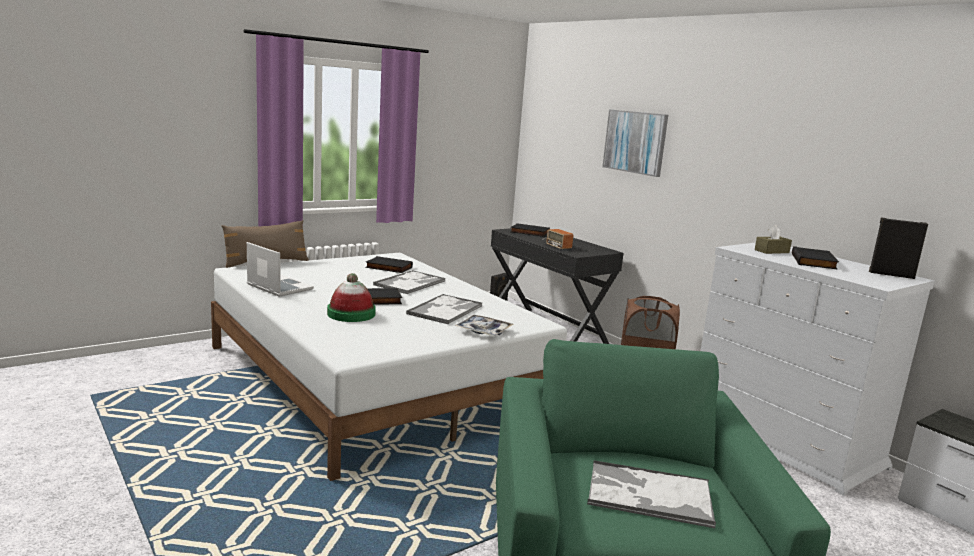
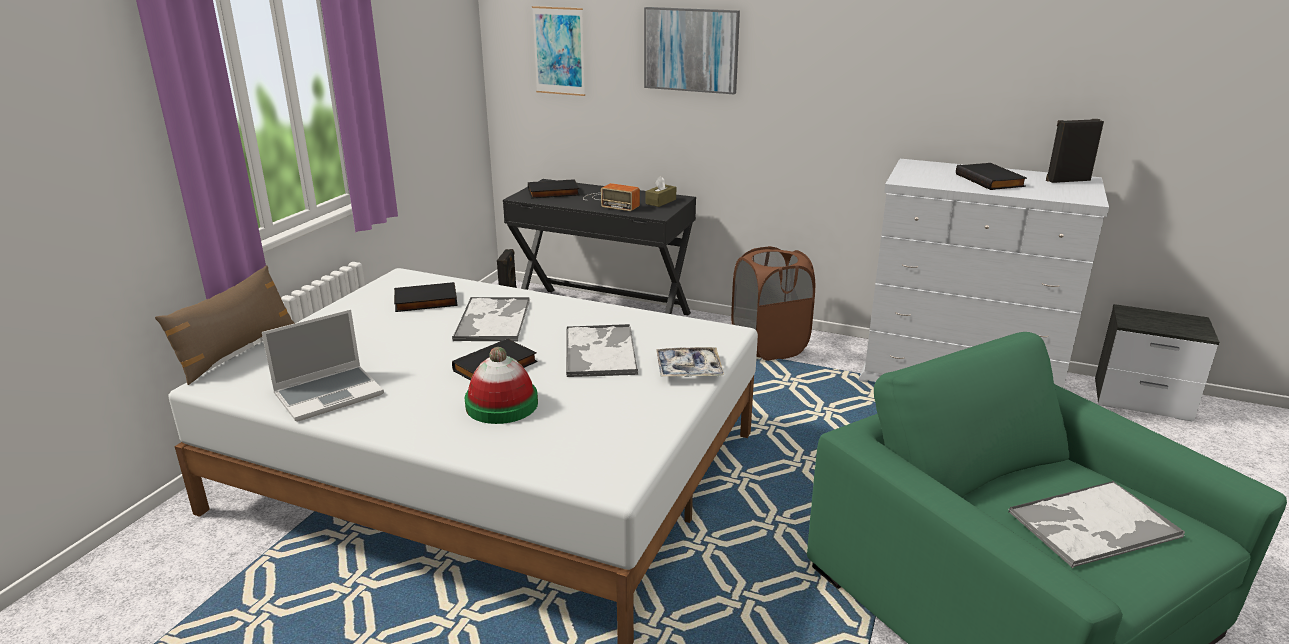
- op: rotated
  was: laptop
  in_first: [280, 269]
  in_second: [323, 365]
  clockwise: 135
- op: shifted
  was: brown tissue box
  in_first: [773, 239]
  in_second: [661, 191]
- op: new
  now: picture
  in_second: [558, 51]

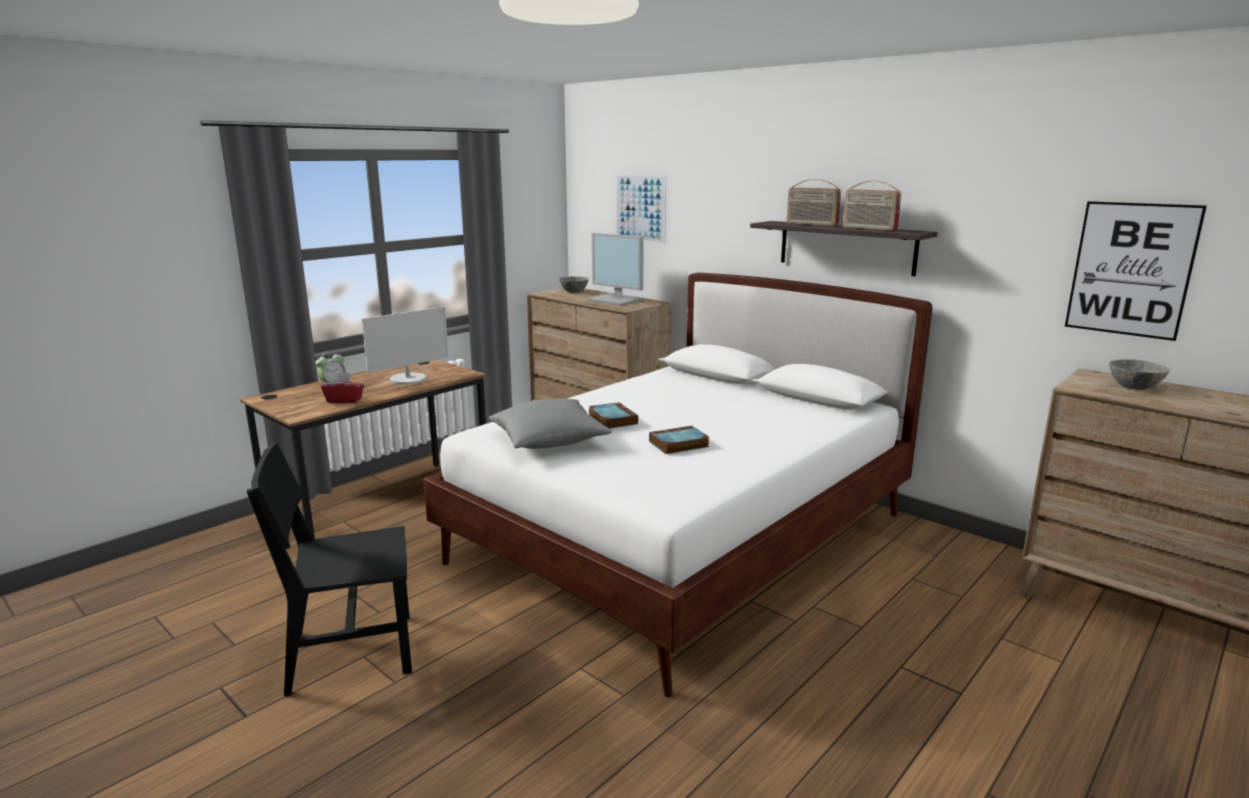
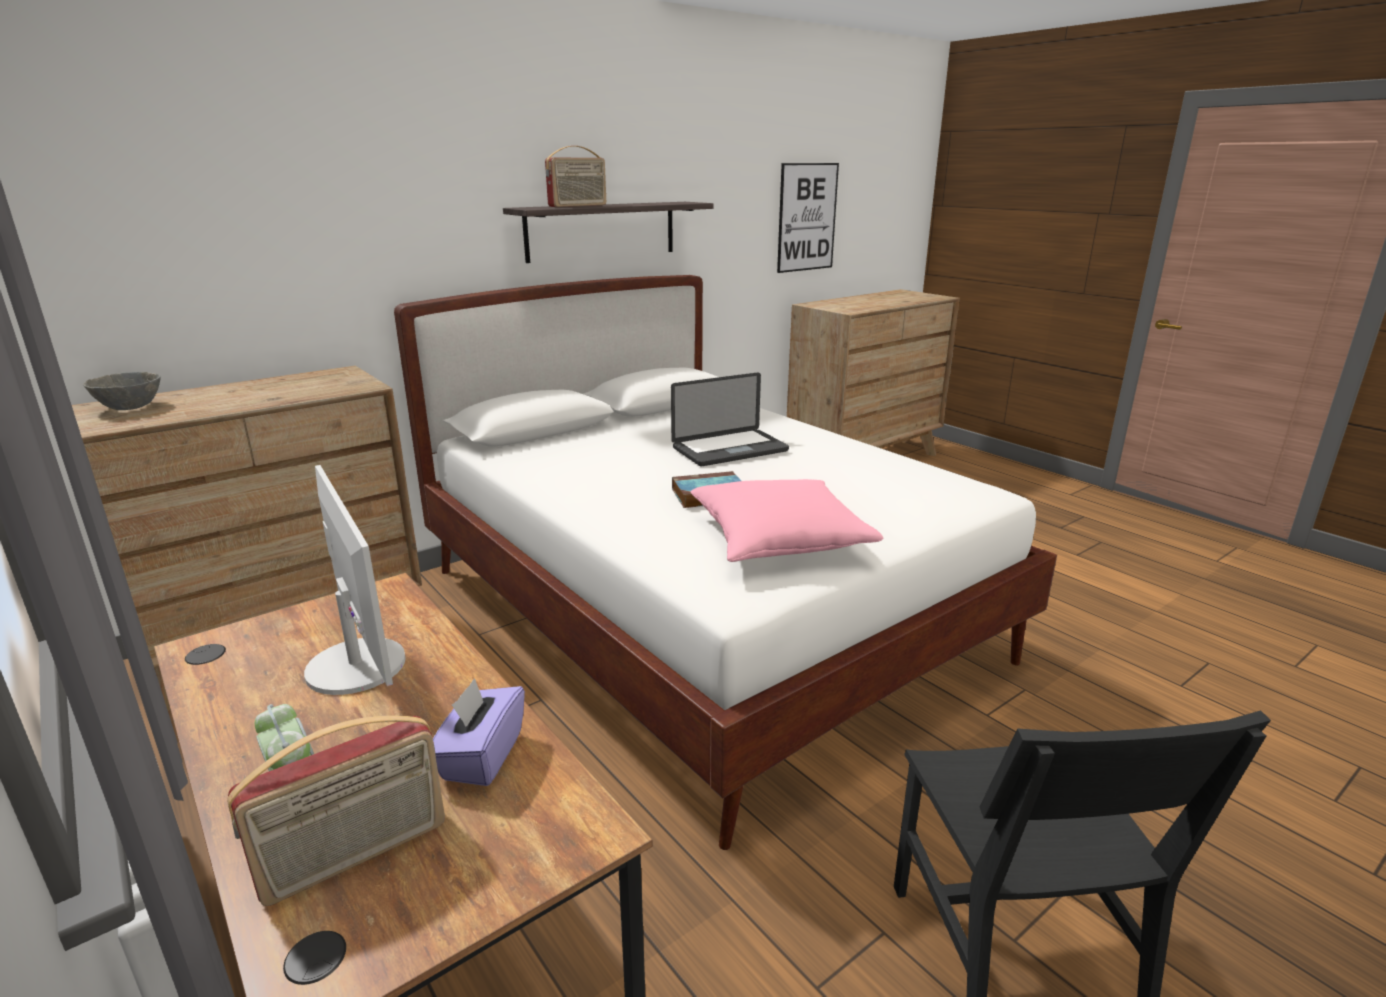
- op: repainted
  was: red tissue box
  now: purple tissue box
  in_first: [342, 388]
  in_second: [479, 732]
- op: repainted
  was: grey pillow
  now: pink pillow
  in_first: [550, 424]
  in_second: [786, 520]
- op: gone
  was: monitor
  in_first: [616, 269]
- op: gone
  was: picture
  in_first: [641, 209]
- op: gone
  was: book
  in_first: [679, 440]
- op: shifted
  was: radio
  in_first: [872, 206]
  in_second: [336, 811]
- op: gone
  was: grey bowl
  in_first: [1139, 374]
- op: new
  now: laptop
  in_second: [730, 419]

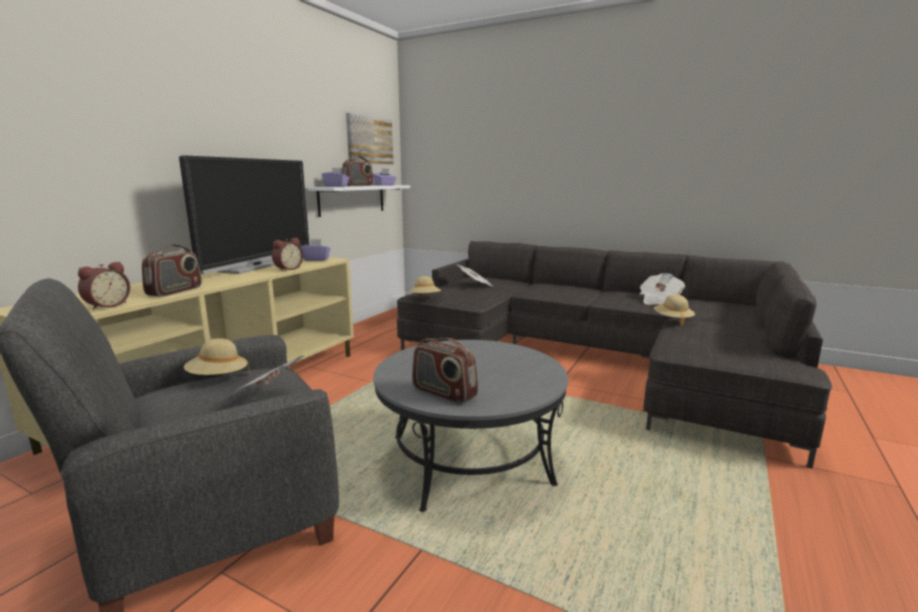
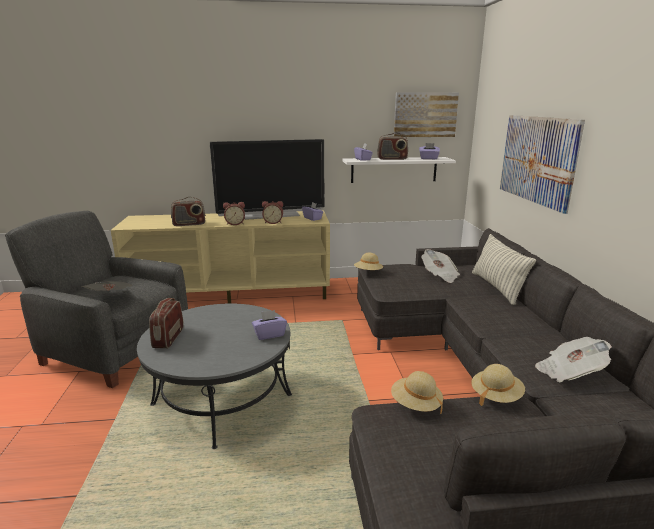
- op: shifted
  was: alarm clock
  in_first: [104, 286]
  in_second: [234, 213]
- op: shifted
  was: beige hat
  in_first: [217, 356]
  in_second: [417, 392]
- op: new
  now: purple tissue box
  in_second: [269, 325]
- op: new
  now: pillow
  in_second: [504, 269]
- op: new
  now: picture
  in_second: [542, 164]

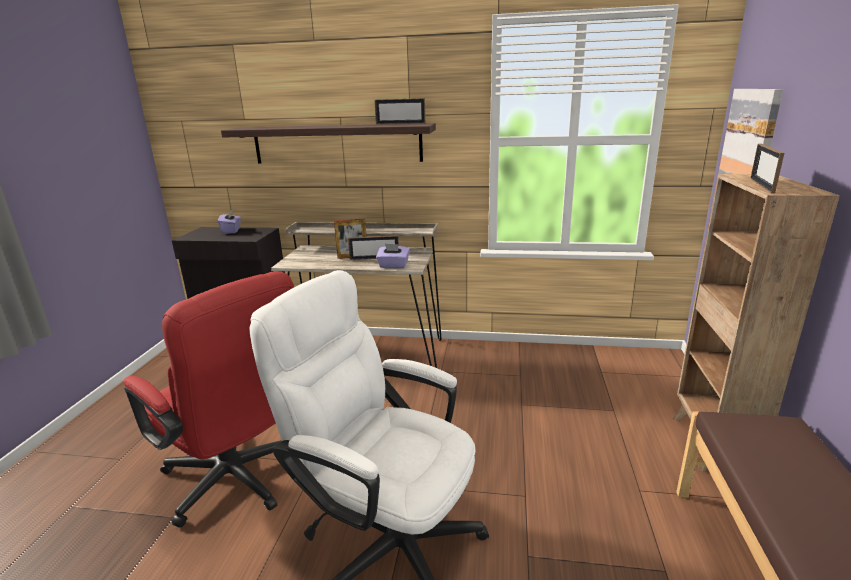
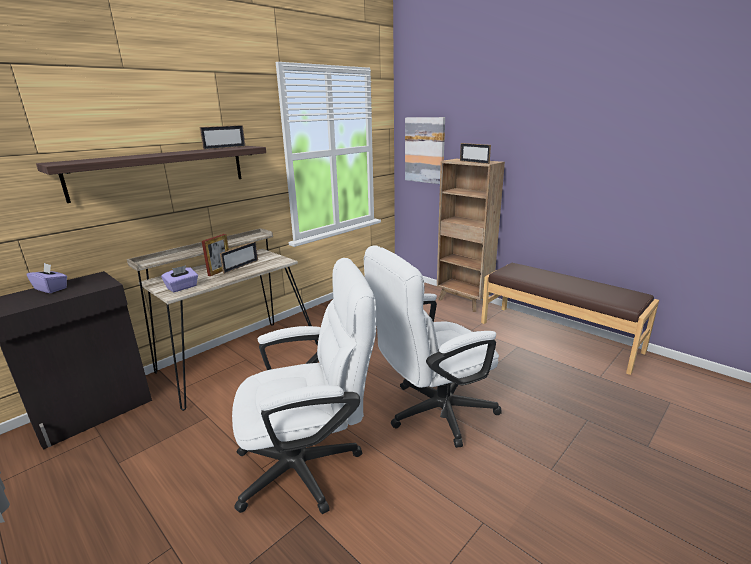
- op: repainted
  was: red office chair
  now: white office chair
  in_first: [209, 399]
  in_second: [304, 386]
- op: shifted
  was: purple tissue box
  in_first: [393, 256]
  in_second: [179, 278]

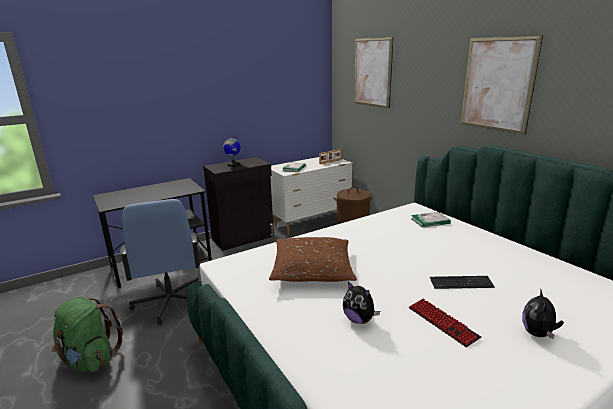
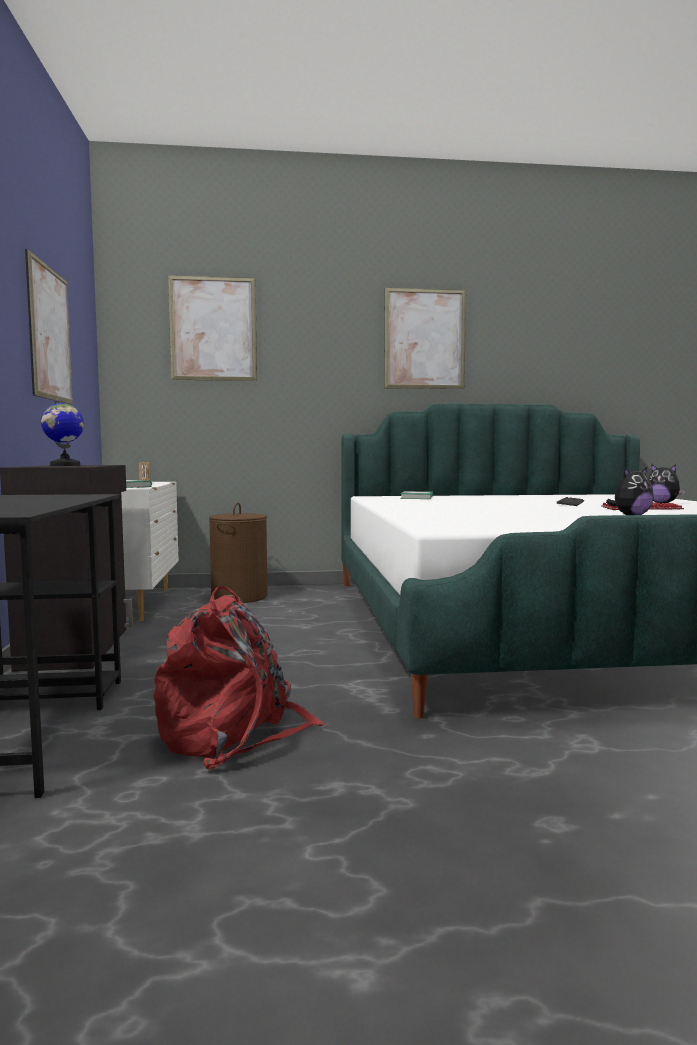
- op: gone
  was: green backpack
  in_first: [87, 334]
- op: swapped
  was: blue office chair
  now: red backpack
  in_first: [160, 262]
  in_second: [239, 677]
- op: gone
  was: brown pillow
  in_first: [313, 259]
- op: new
  now: picture
  in_second: [49, 326]

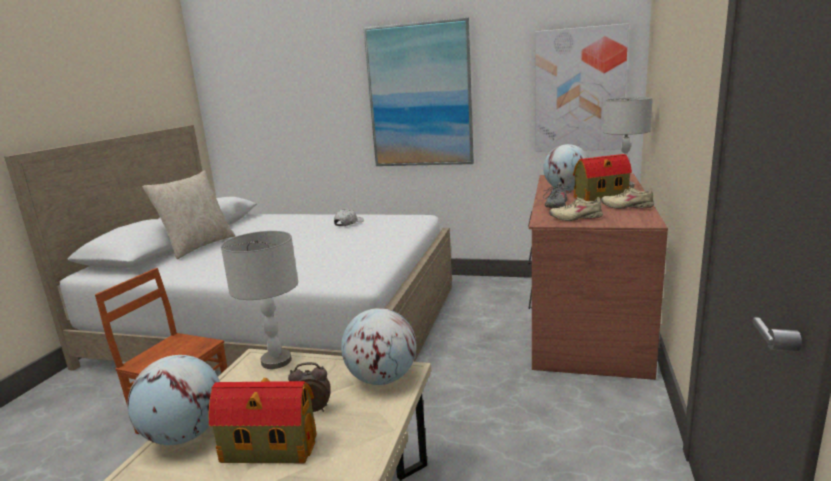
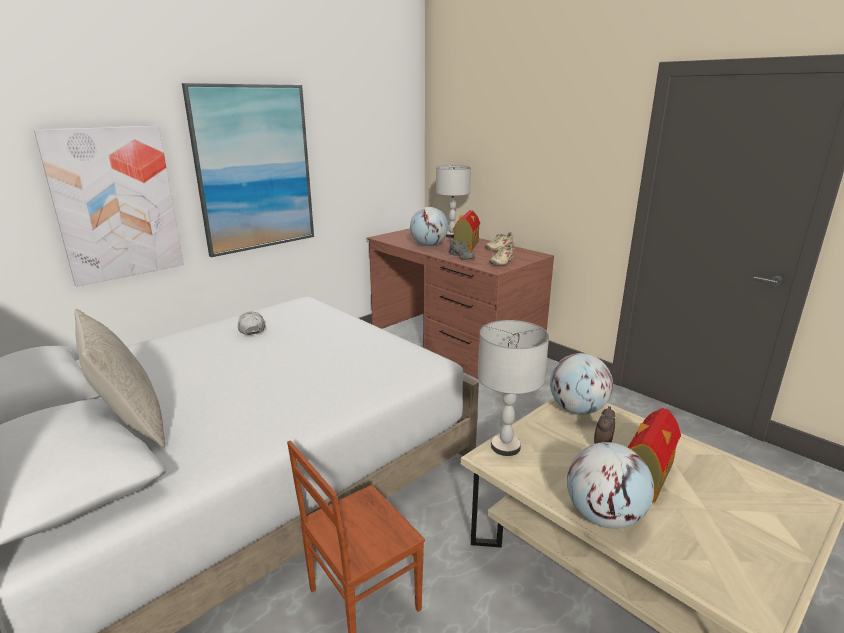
- op: shifted
  was: picture
  in_first: [582, 87]
  in_second: [109, 206]

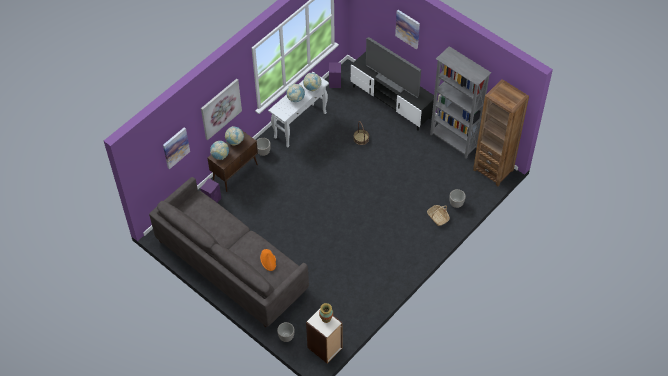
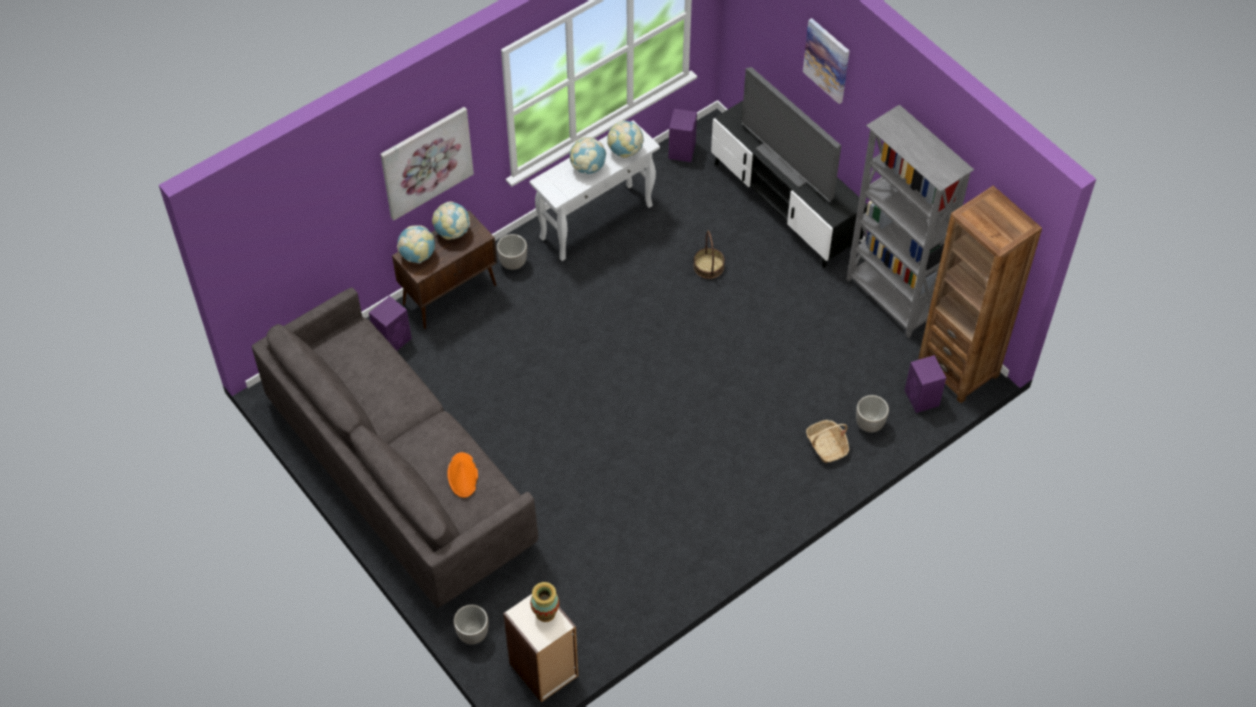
- op: gone
  was: picture
  in_first: [176, 148]
- op: new
  now: purple speaker
  in_second: [925, 384]

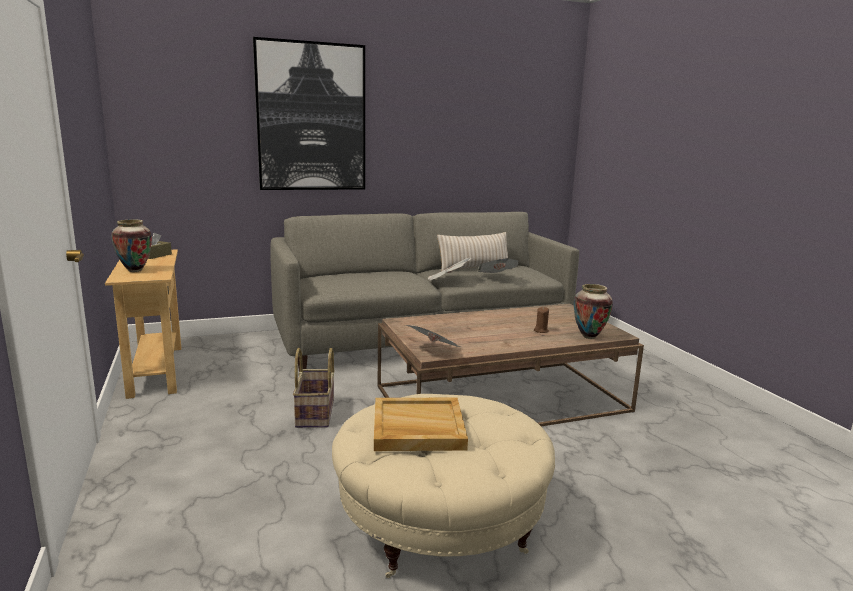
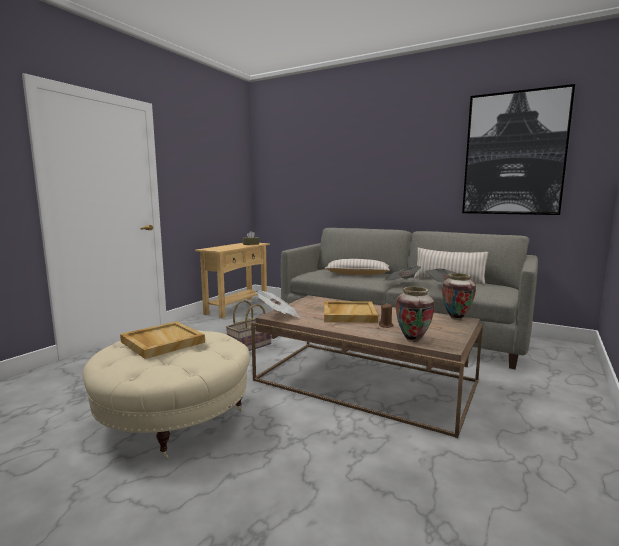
- op: shifted
  was: vase
  in_first: [131, 245]
  in_second: [459, 296]
- op: shifted
  was: picture
  in_first: [309, 113]
  in_second: [518, 149]
- op: new
  now: beige tray
  in_second: [351, 312]
- op: new
  now: beige pillow
  in_second: [357, 267]

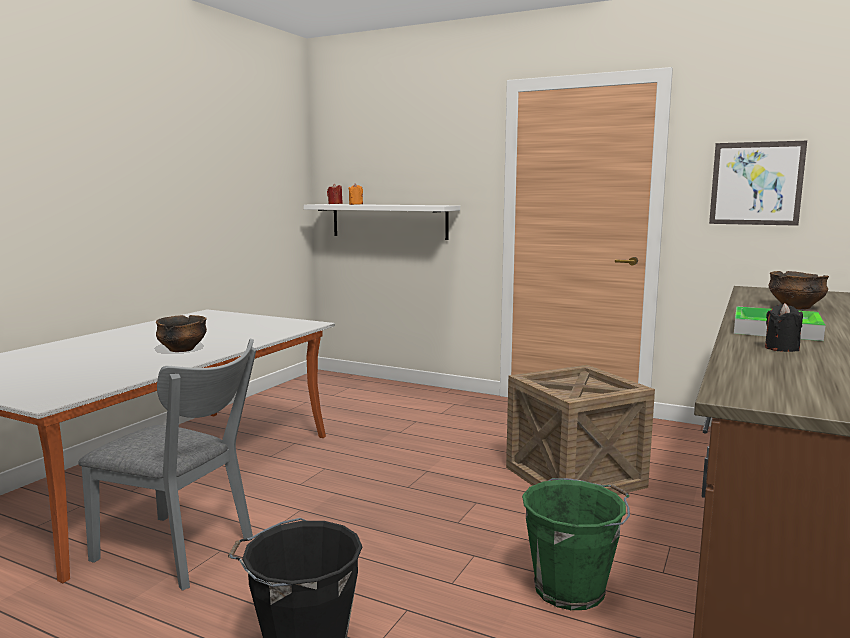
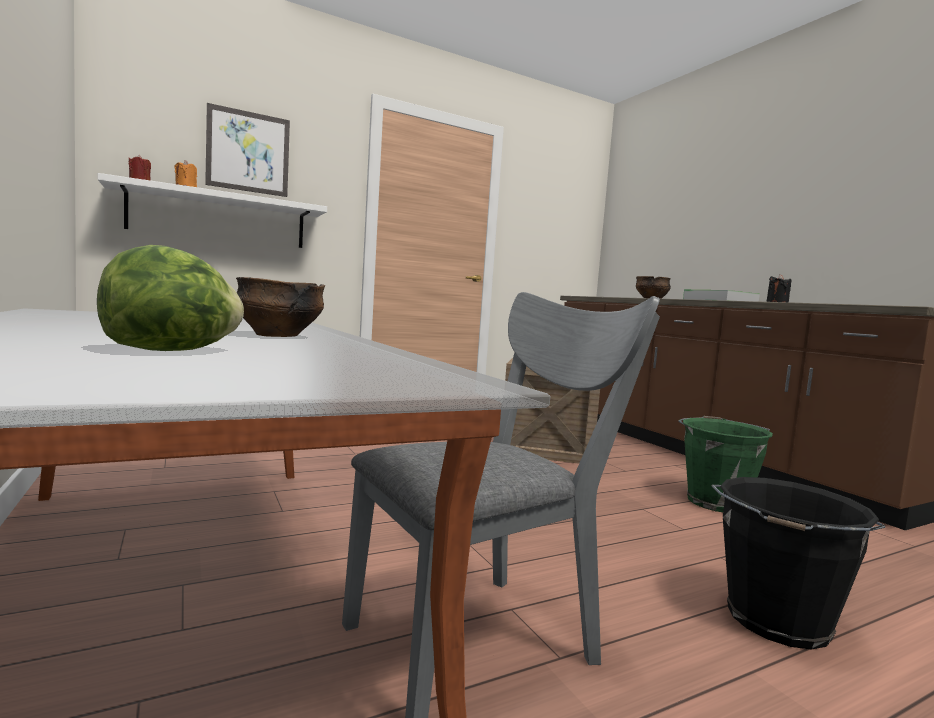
- op: shifted
  was: picture
  in_first: [758, 183]
  in_second: [247, 150]
- op: new
  now: lettuce
  in_second: [170, 298]

